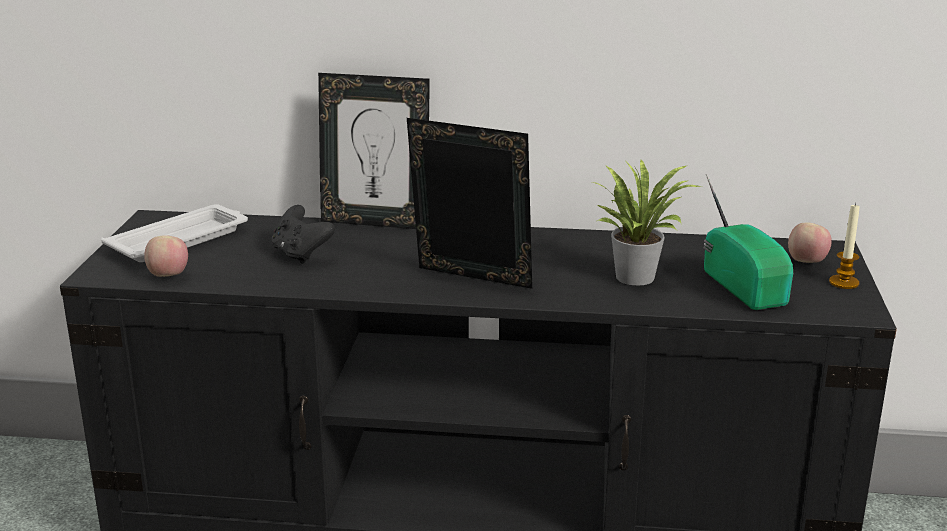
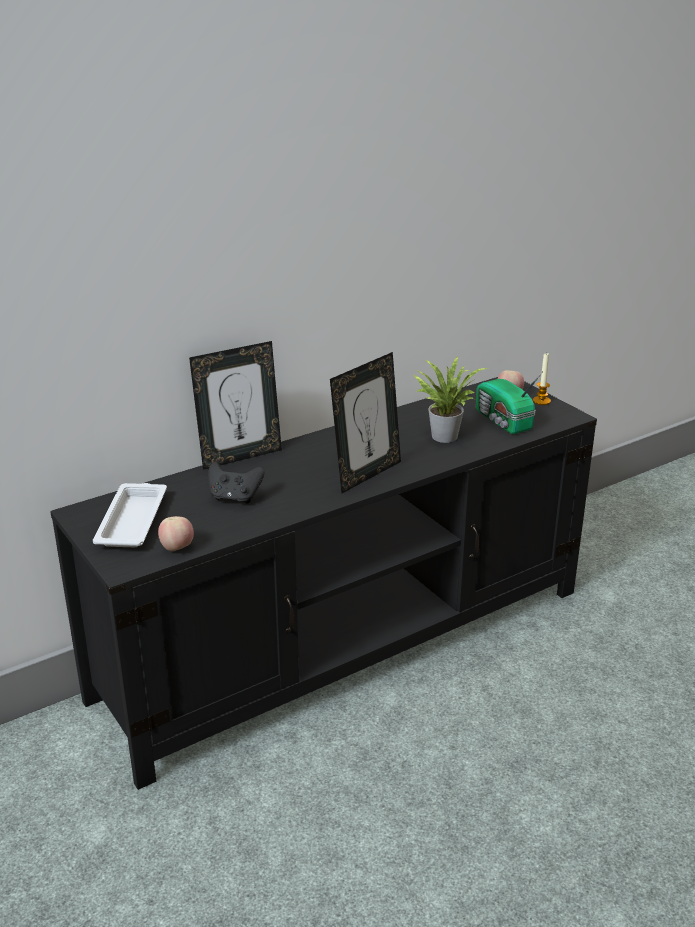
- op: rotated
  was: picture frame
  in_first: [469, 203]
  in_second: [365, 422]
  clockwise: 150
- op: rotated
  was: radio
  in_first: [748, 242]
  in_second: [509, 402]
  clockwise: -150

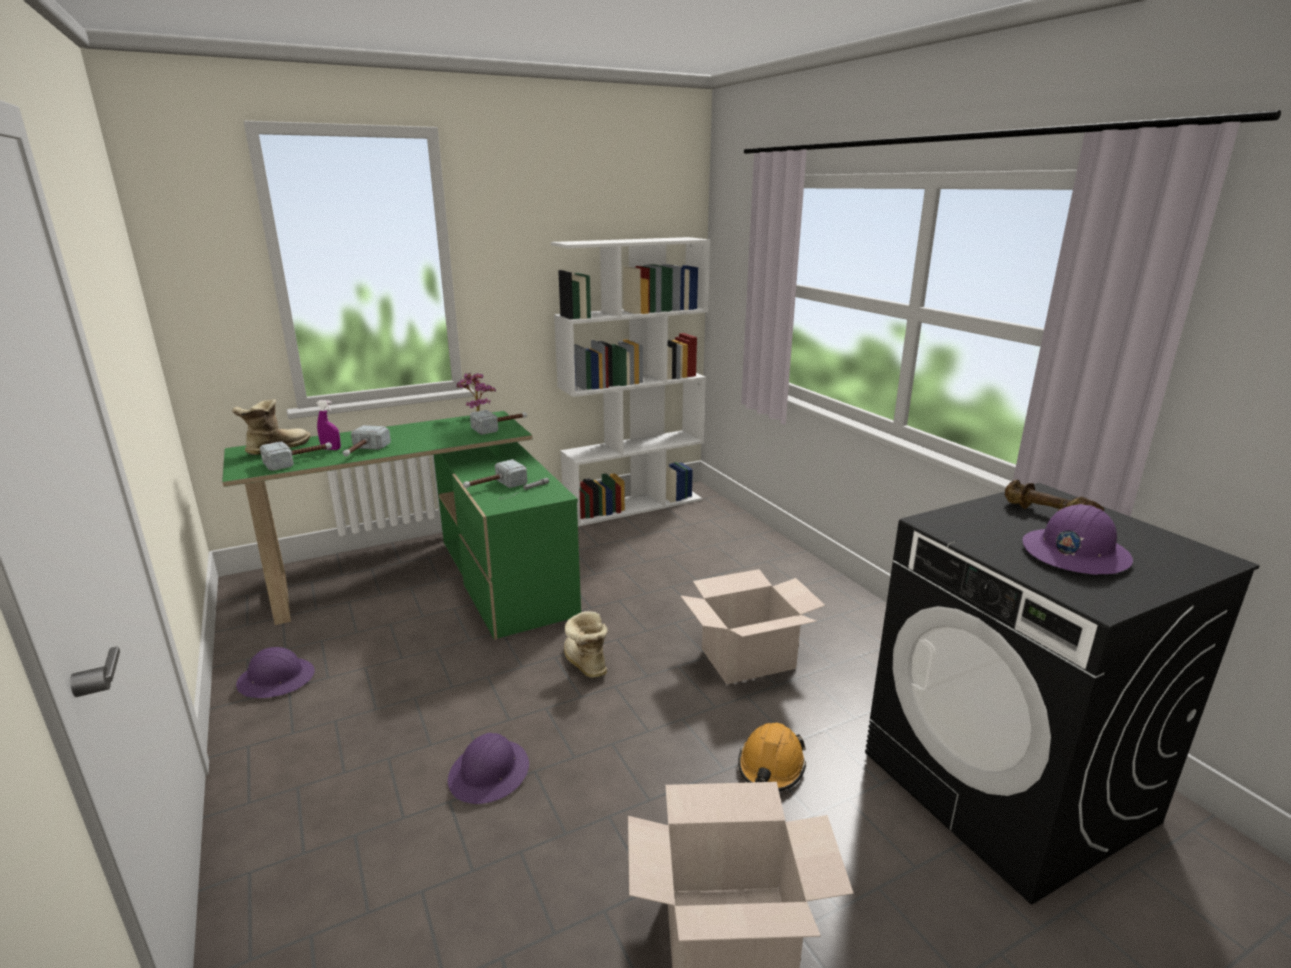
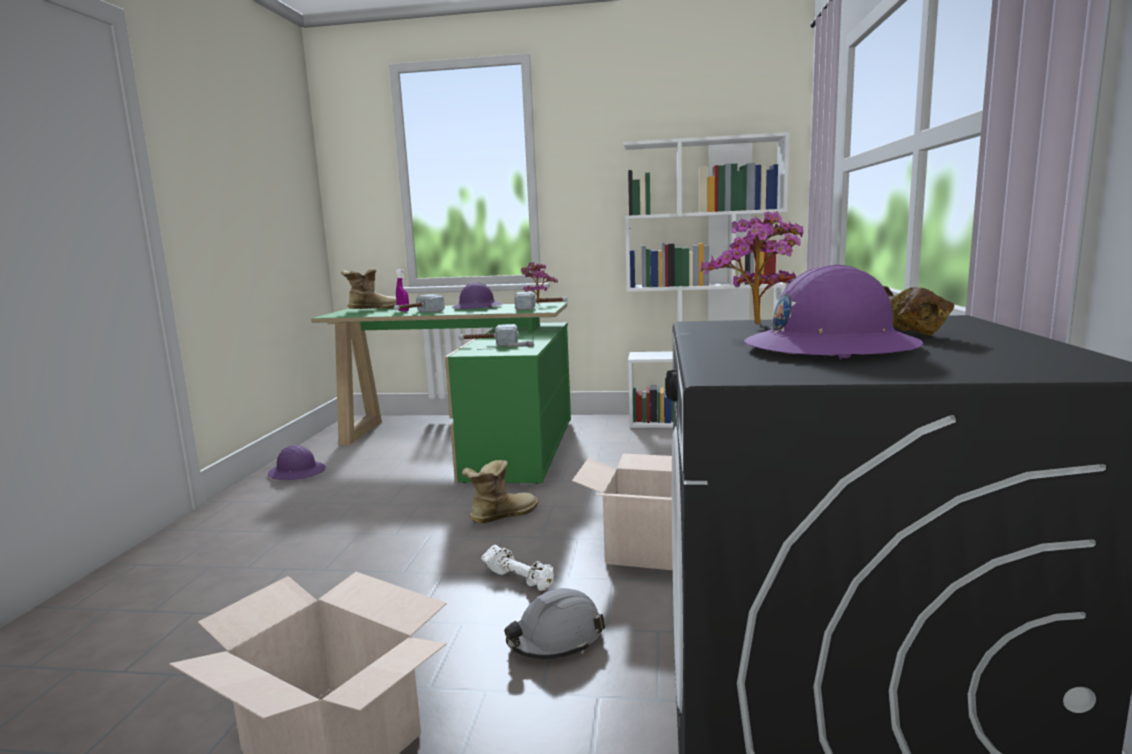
- op: gone
  was: hammer
  in_first: [296, 456]
- op: shifted
  was: purple hard hat
  in_first: [488, 768]
  in_second: [476, 295]
- op: rotated
  was: boot
  in_first: [586, 645]
  in_second: [500, 491]
  clockwise: 45
- op: repainted
  was: orange hard hat
  now: grey hard hat
  in_first: [772, 756]
  in_second: [554, 623]
- op: new
  now: white dumbbell
  in_second: [517, 568]
- op: new
  now: potted plant
  in_second: [751, 267]

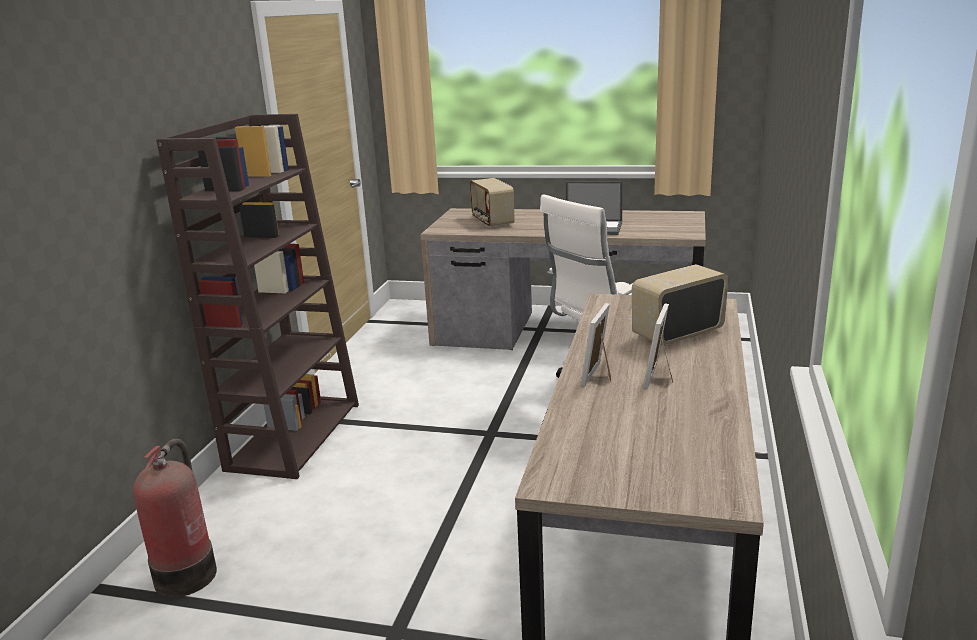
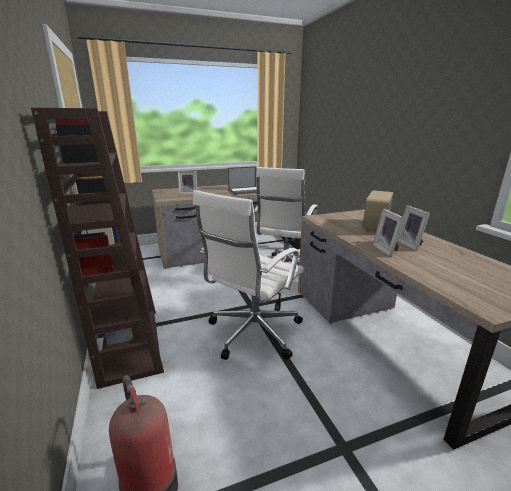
- op: swapped
  was: radio
  now: picture frame
  in_first: [492, 203]
  in_second: [187, 182]
- op: new
  now: white office chair
  in_second: [248, 275]

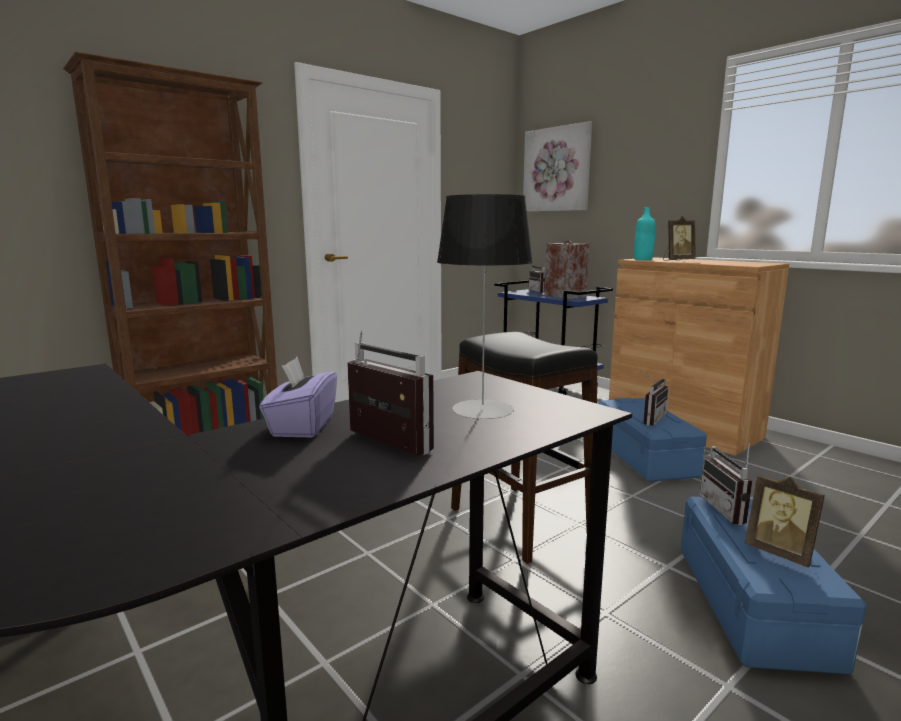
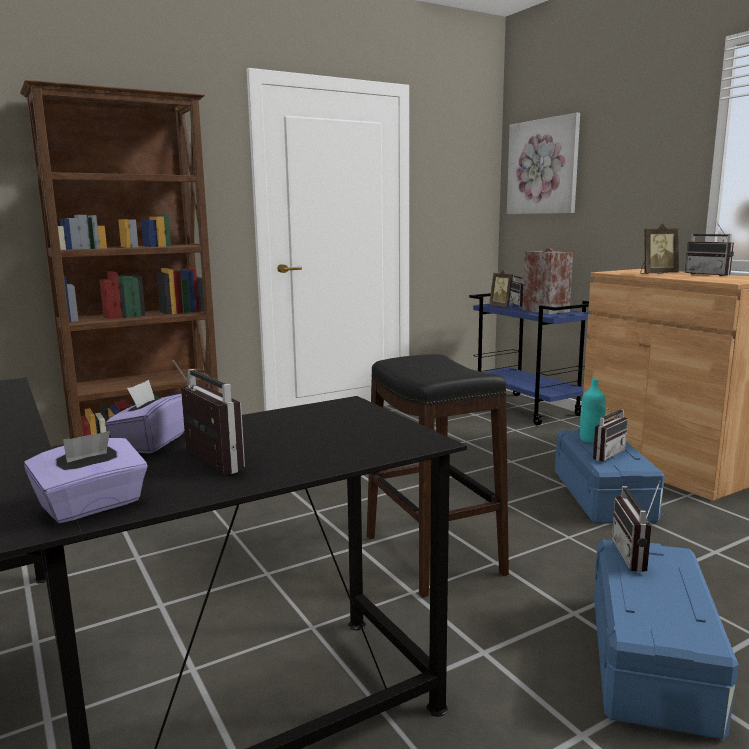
- op: gone
  was: table lamp
  in_first: [485, 306]
- op: shifted
  was: turquoise bottle
  in_first: [644, 233]
  in_second: [592, 410]
- op: shifted
  was: picture frame
  in_first: [785, 521]
  in_second: [501, 288]
- op: new
  now: purple tissue box
  in_second: [86, 477]
- op: new
  now: radio
  in_second: [709, 249]

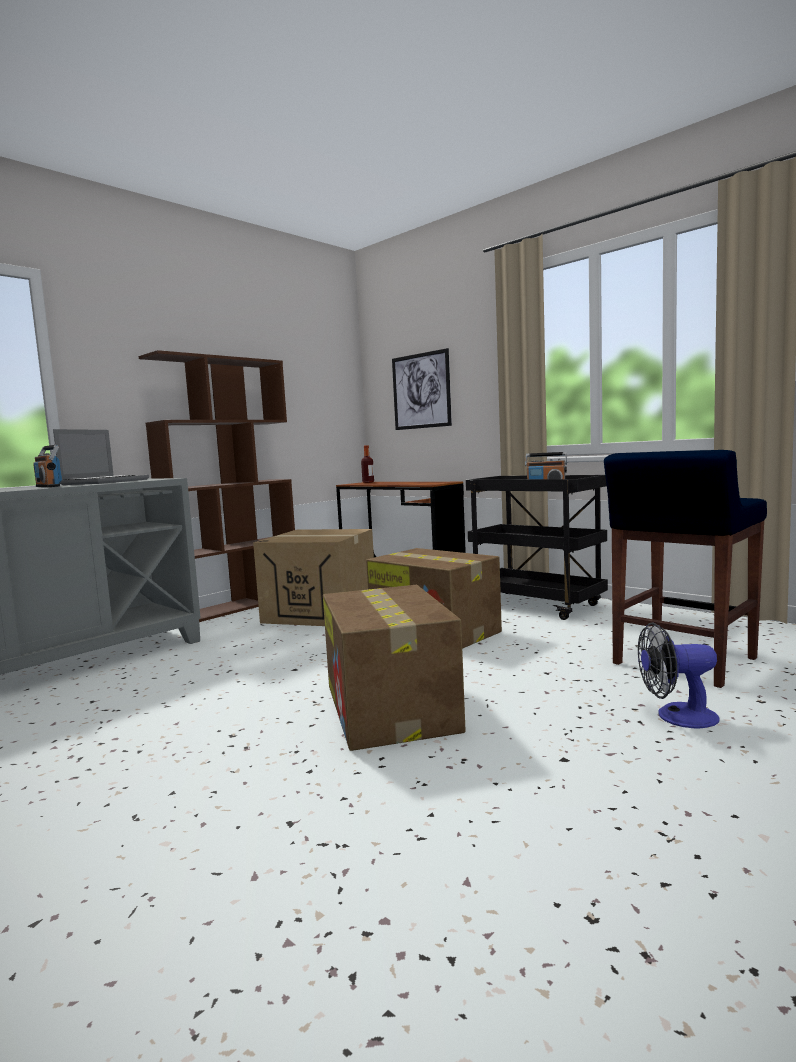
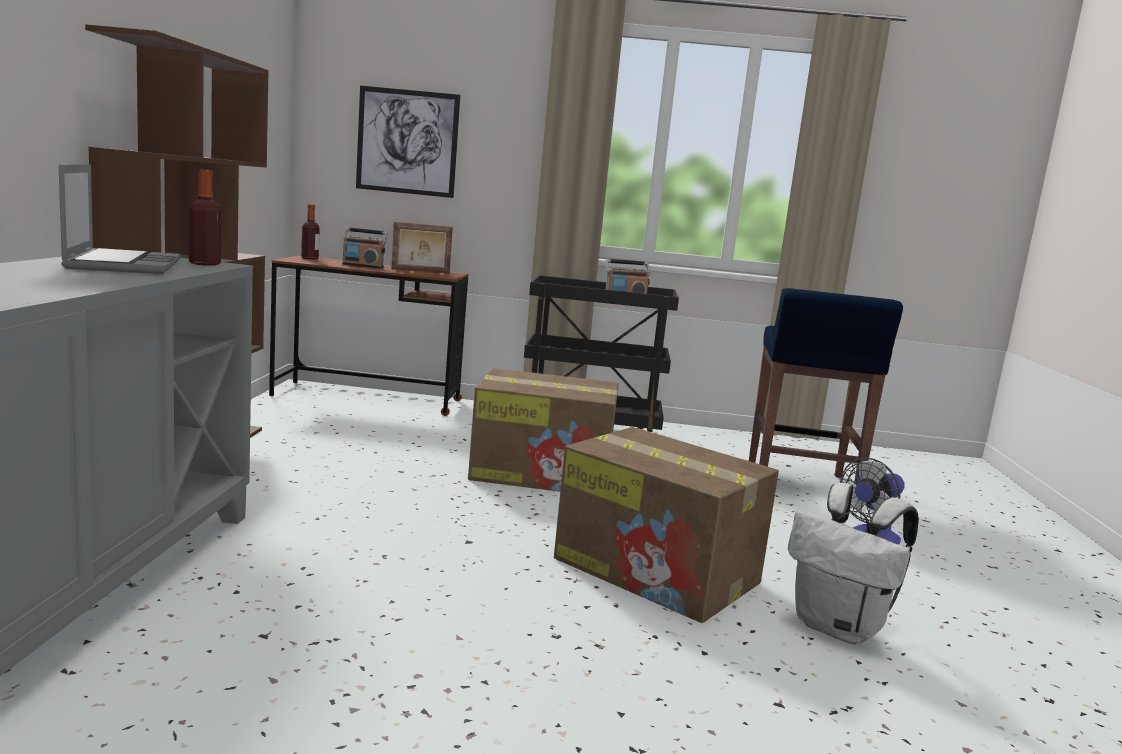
- op: shifted
  was: radio
  in_first: [47, 466]
  in_second: [365, 248]
- op: gone
  was: cardboard box
  in_first: [313, 577]
- op: new
  now: bottle
  in_second: [205, 217]
- op: new
  now: picture frame
  in_second: [422, 247]
- op: new
  now: white backpack
  in_second: [853, 563]

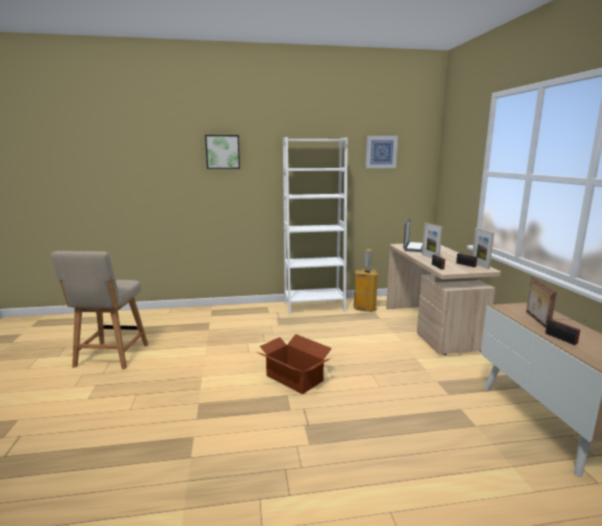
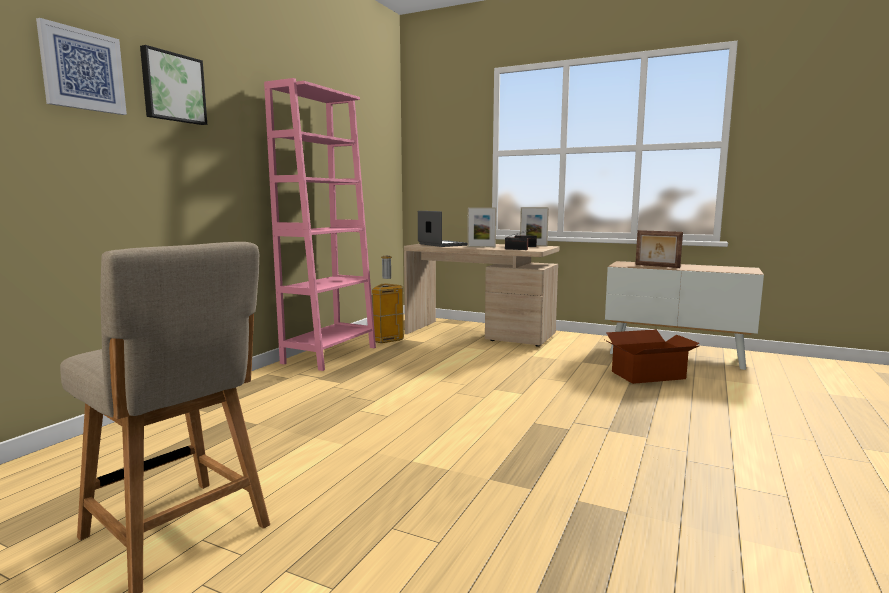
- op: shifted
  was: cardboard box
  in_first: [294, 364]
  in_second: [651, 356]
- op: repainted
  was: white bookcase
  now: pink bookcase
  in_first: [315, 226]
  in_second: [320, 224]
- op: shifted
  was: picture
  in_first: [382, 152]
  in_second: [81, 66]
- op: gone
  was: radio
  in_first: [565, 332]

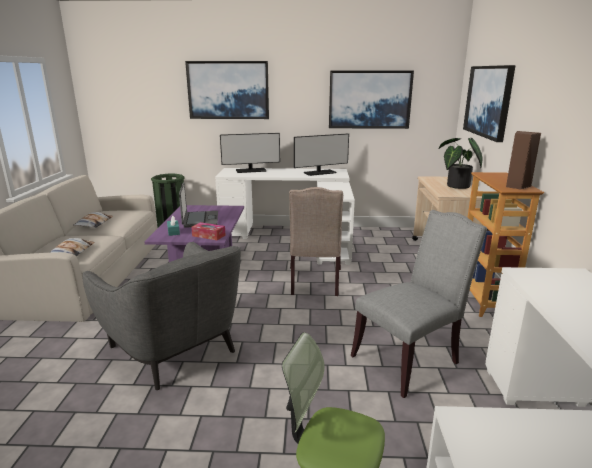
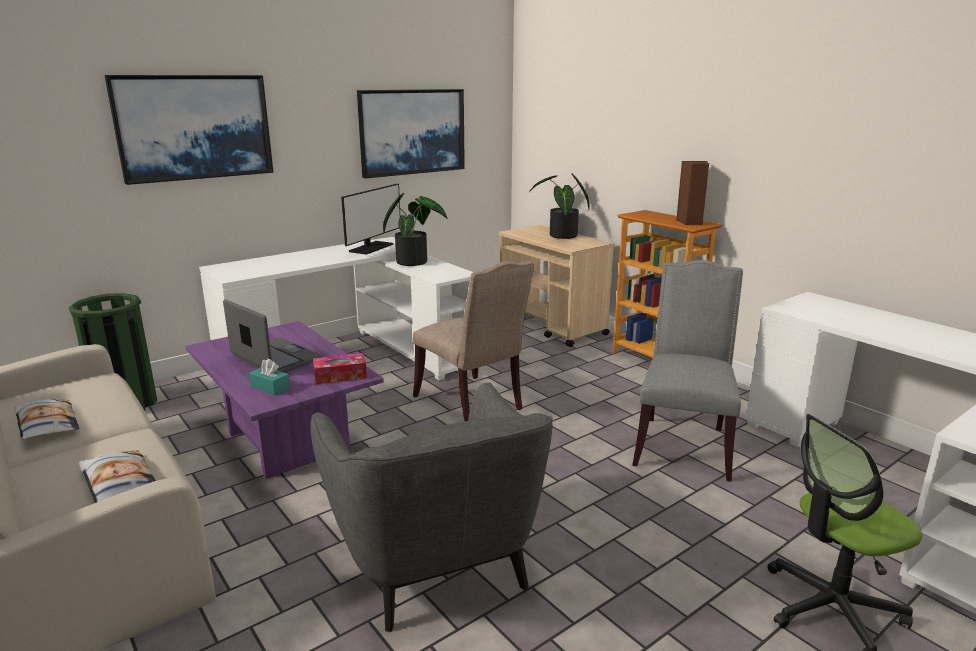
- op: rotated
  was: grey armchair
  in_first: [161, 316]
  in_second: [432, 507]
  clockwise: 60
- op: gone
  was: monitor
  in_first: [250, 153]
- op: gone
  was: picture
  in_first: [489, 103]
- op: new
  now: potted plant
  in_second: [415, 229]

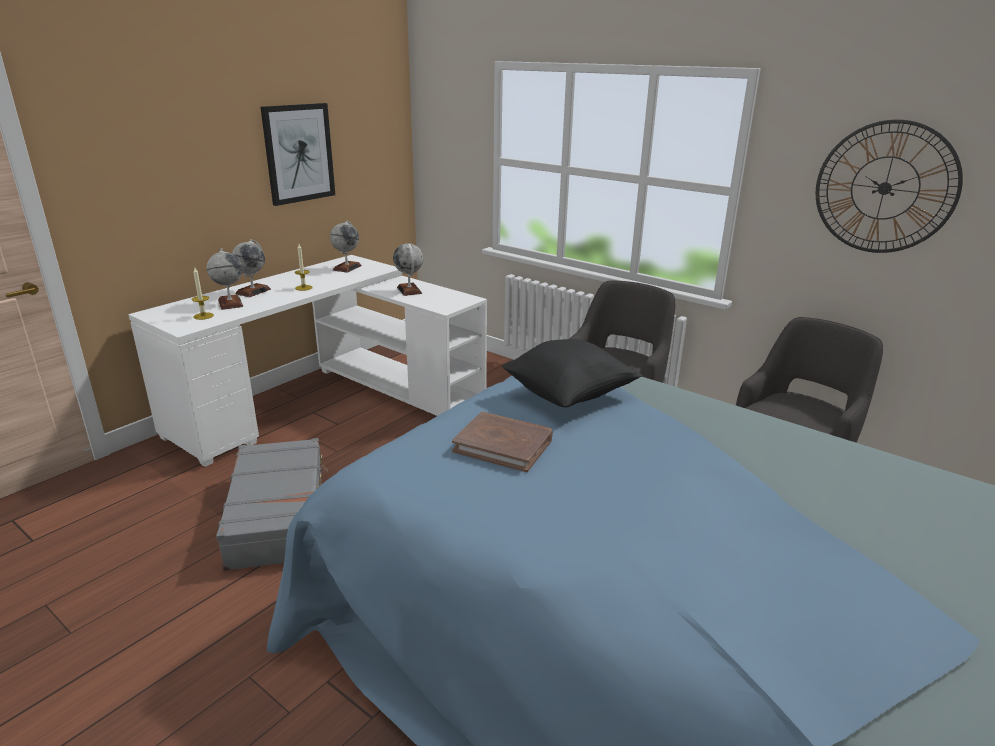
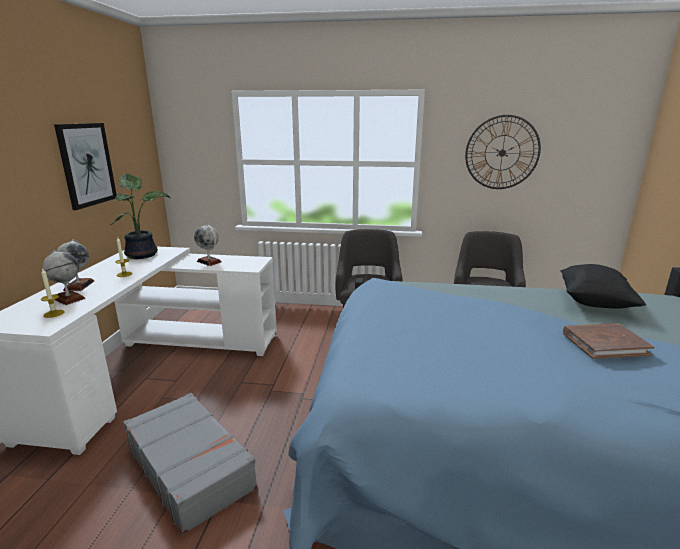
- op: swapped
  was: globe
  now: potted plant
  in_first: [346, 246]
  in_second: [140, 216]
- op: shifted
  was: brown book
  in_first: [502, 442]
  in_second: [608, 341]
- op: shifted
  was: black pillow
  in_first: [572, 373]
  in_second: [603, 286]

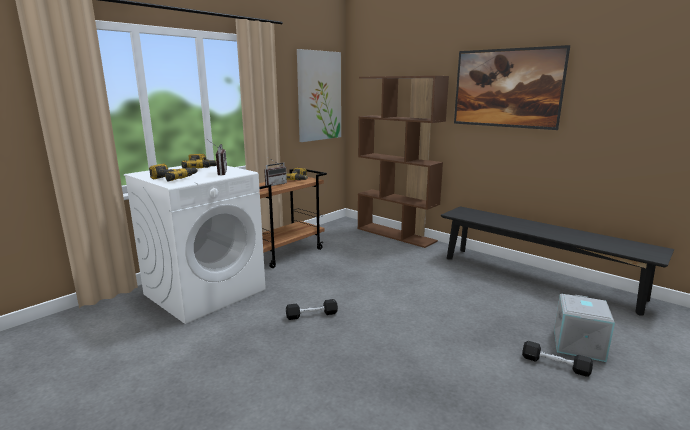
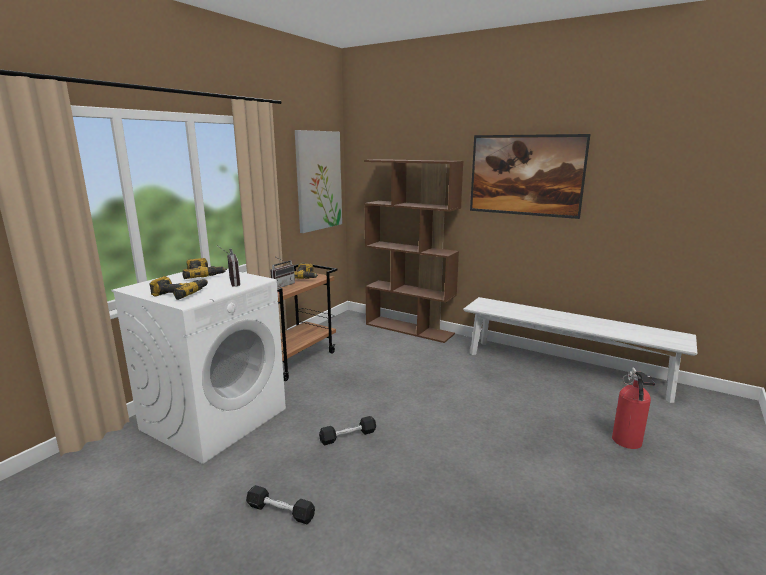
- op: repainted
  was: black bench
  now: white bench
  in_first: [557, 261]
  in_second: [580, 350]
- op: shifted
  was: black dumbbell
  in_first: [557, 359]
  in_second: [280, 504]
- op: swapped
  was: grey storage box
  now: fire extinguisher
  in_first: [584, 328]
  in_second: [633, 408]

